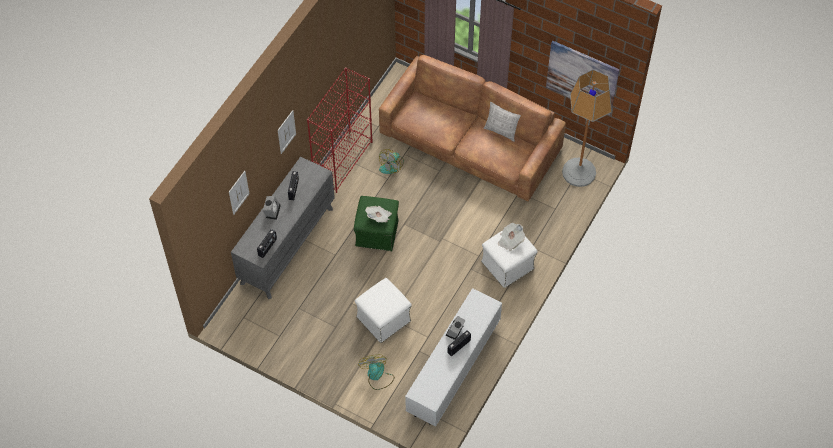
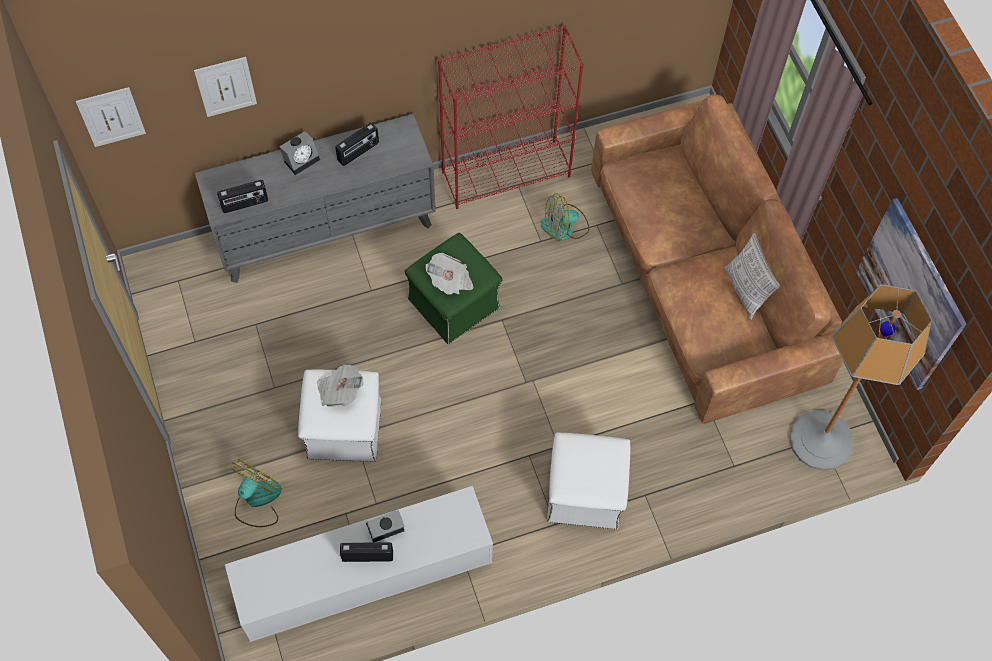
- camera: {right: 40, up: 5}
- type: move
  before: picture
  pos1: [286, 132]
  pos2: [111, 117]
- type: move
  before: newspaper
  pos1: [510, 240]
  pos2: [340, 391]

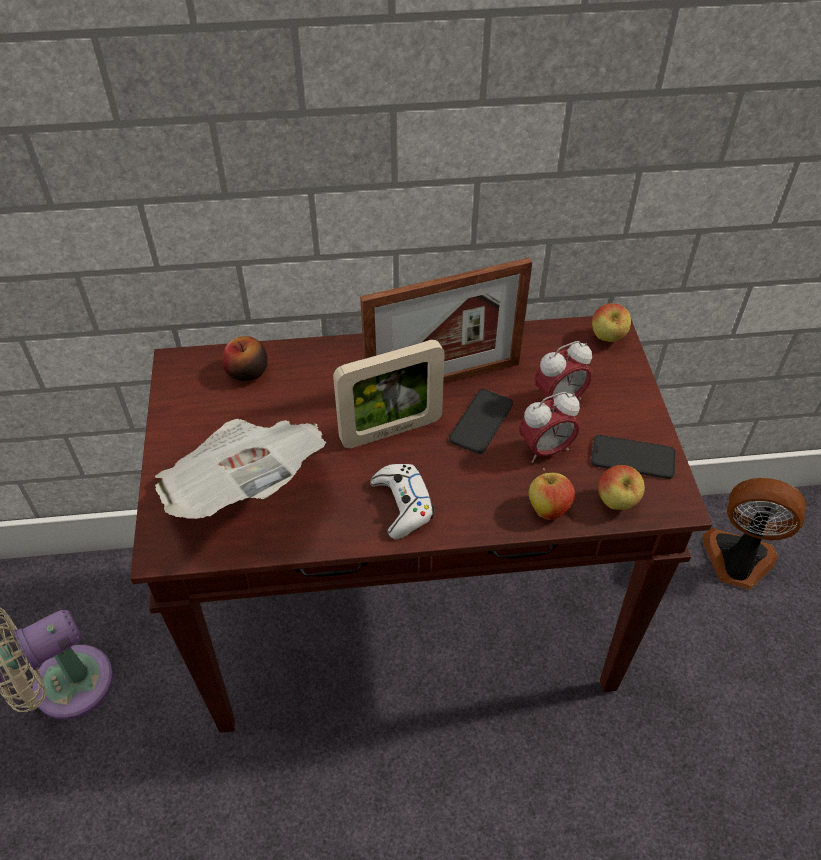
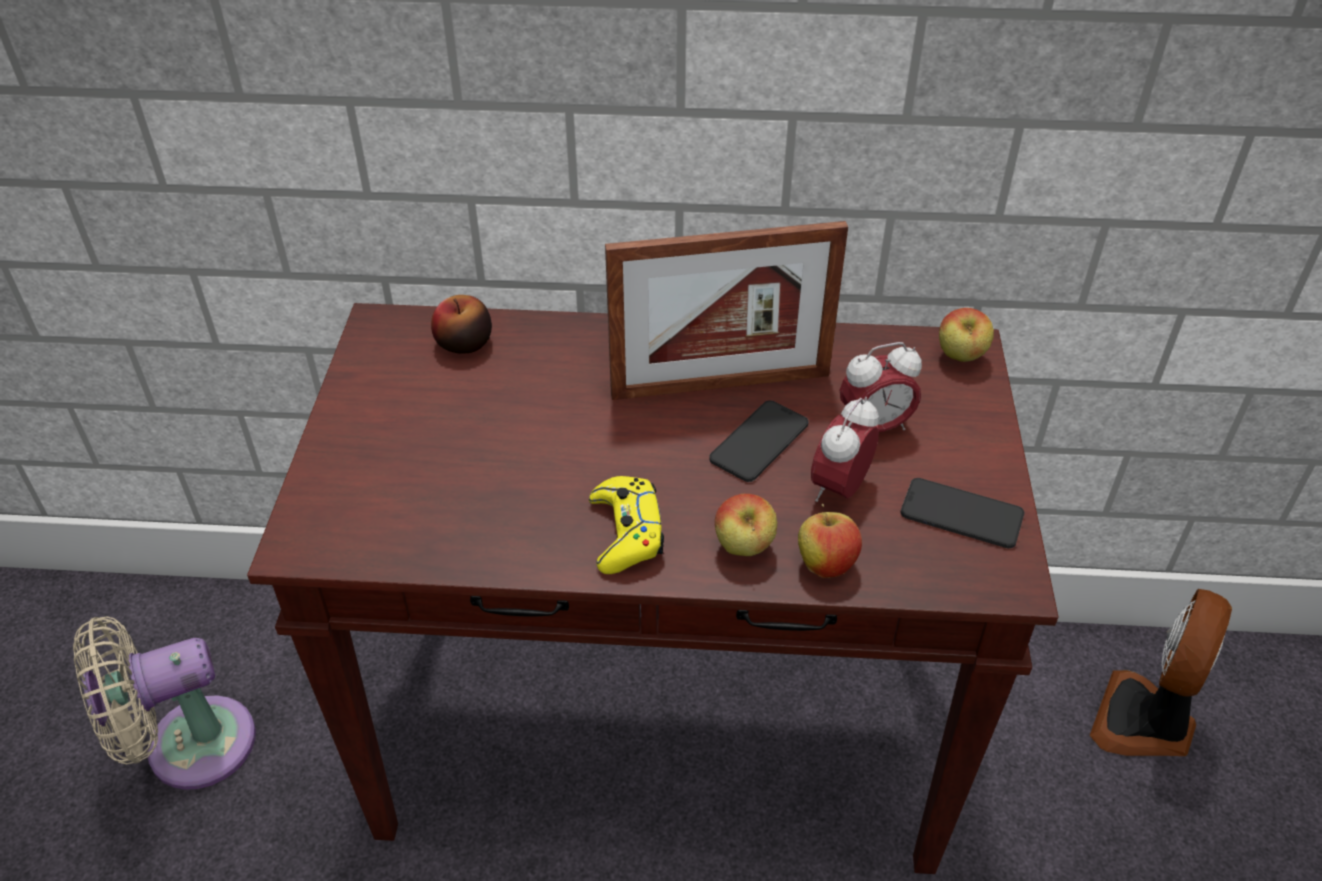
- camera: {right: 10, up: -5}
- type: delete
  before: newspaper
  pos1: [244, 488]
- type: delete
  before: picture frame
  pos1: [391, 431]
- type: recolor
  before: white game controller
  after: yellow game controller
  pos1: [402, 505]
  pos2: [626, 533]
- type: rotate
  before: alarm clock
  pos1: [545, 450]
  pos2: [840, 488]
  turn: 135
- type: move
  before: apple
  pos1: [616, 502]
  pos2: [744, 548]
- type: rotate
  before: fan
  pos1: [737, 561]
  pos2: [1145, 722]
  turn: -90

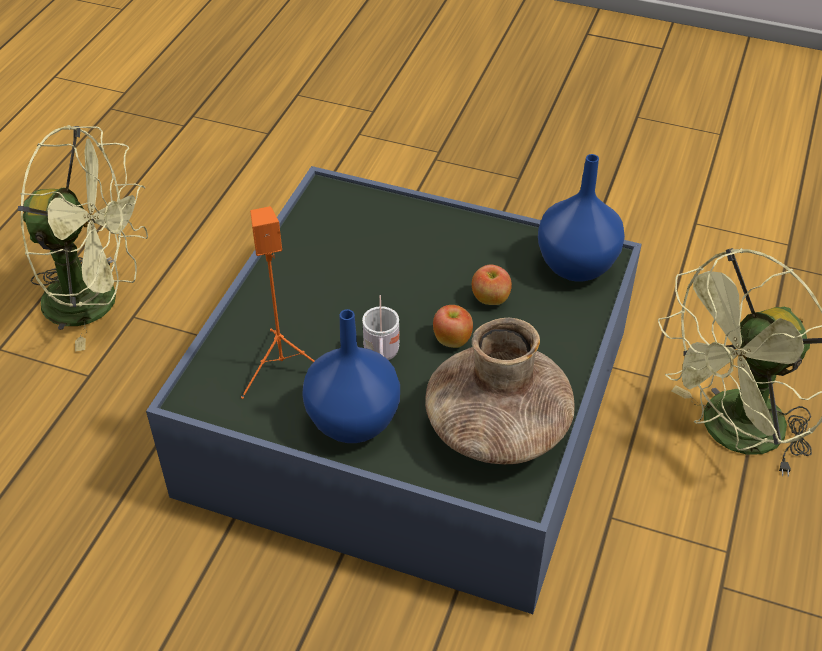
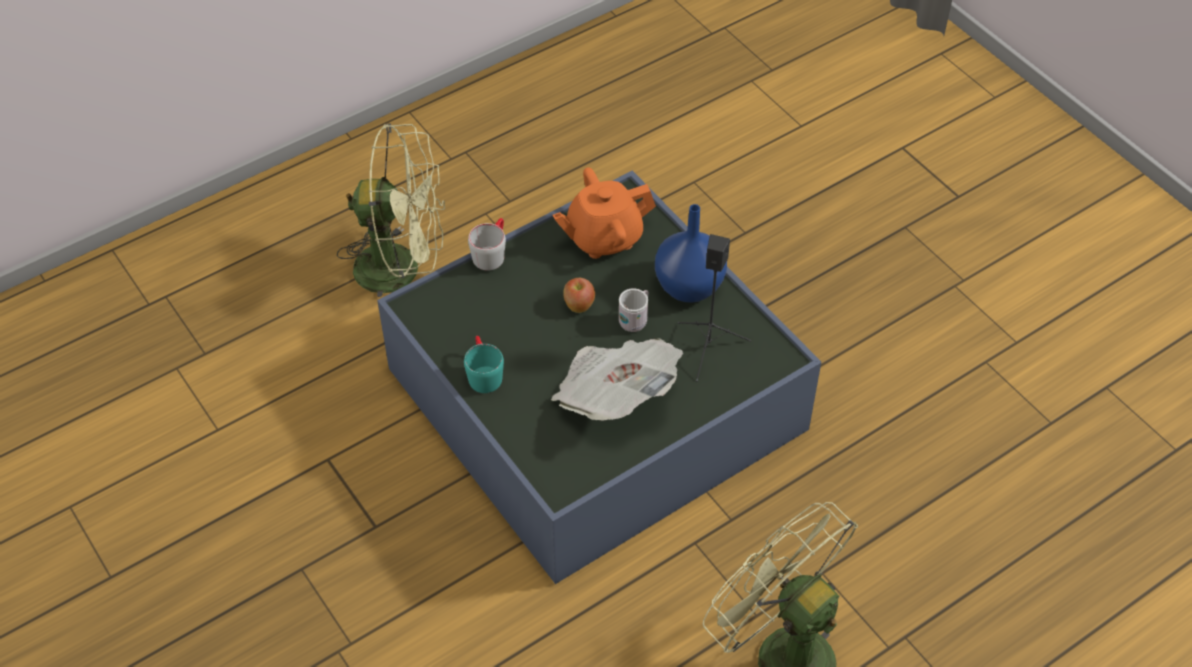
- camera: {right: -145, up: 5}
- type: recolor
  before: orange speaker
  after: black speaker
  pos1: [284, 367]
  pos2: [707, 347]
- type: replace
  before: brown vase
  after: orange teapot
  pos1: [497, 427]
  pos2: [603, 237]
- type: delete
  before: apple
  pos1: [490, 300]
- type: delete
  before: blue vase
  pos1: [574, 265]
- type: insert
  after: turquoise mug
  pos2: [483, 373]
- type: insert
  after: grey mug
  pos2: [491, 253]
- type: insert
  after: newspaper
  pos2: [615, 395]

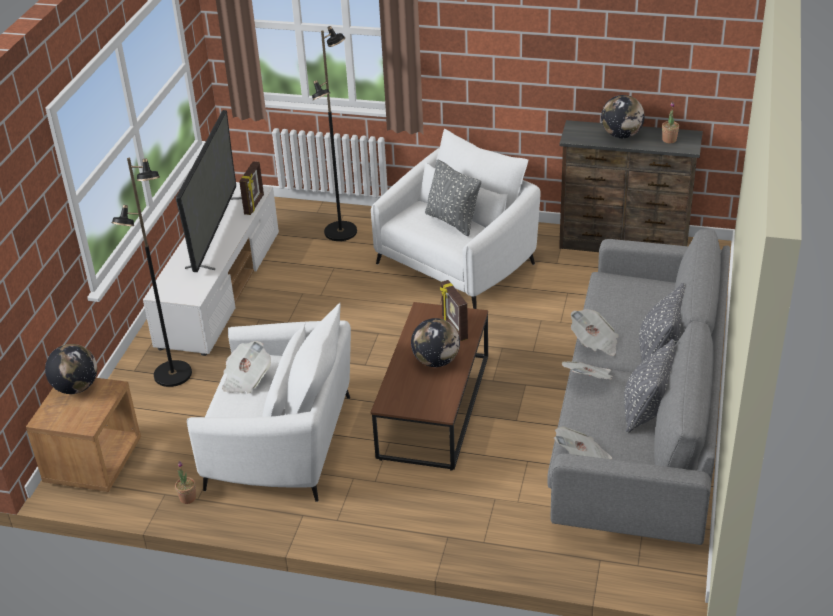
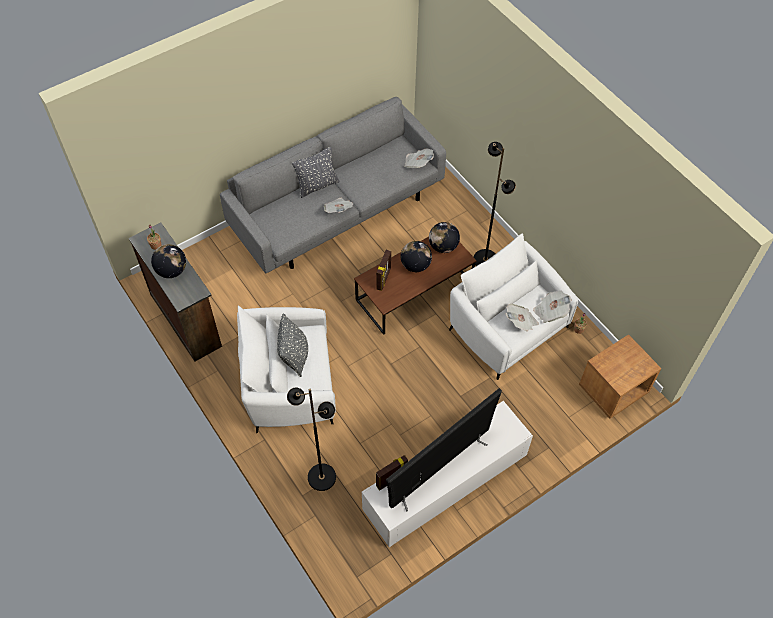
- camera: {right: -140, up: 20}
- type: move
  before: globe
  pos1: [76, 387]
  pos2: [443, 246]
- type: move
  before: black floor lamp
  pos1: [173, 375]
  pos2: [485, 259]
- type: move
  before: newspaper
  pos1: [589, 380]
  pos2: [550, 311]
- type: delete
  before: grey pillow
  pos1: [646, 411]

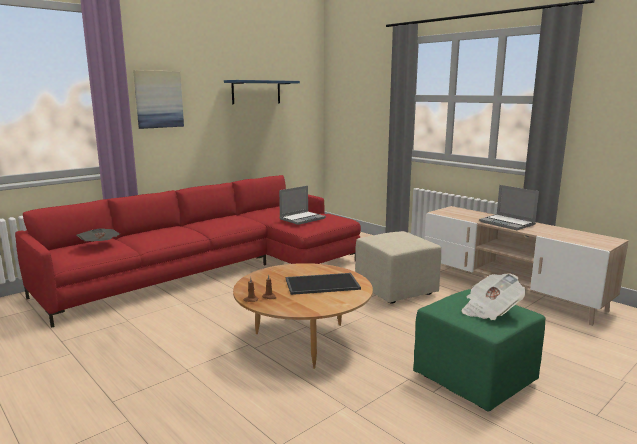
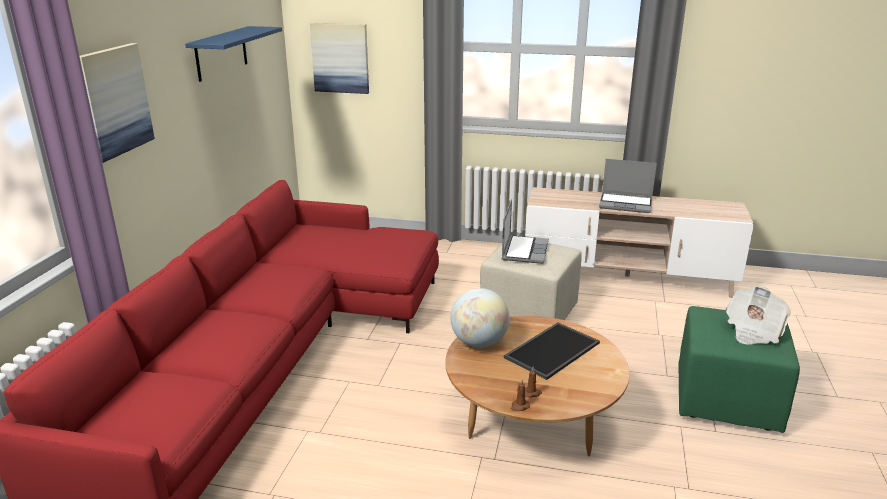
- camera: {right: -35, up: 10}
- type: delete
  before: newspaper
  pos1: [100, 246]
- type: move
  before: laptop
  pos1: [302, 219]
  pos2: [524, 250]
- type: insert
  after: picture
  pos2: [340, 58]
- type: insert
  after: globe
  pos2: [479, 343]

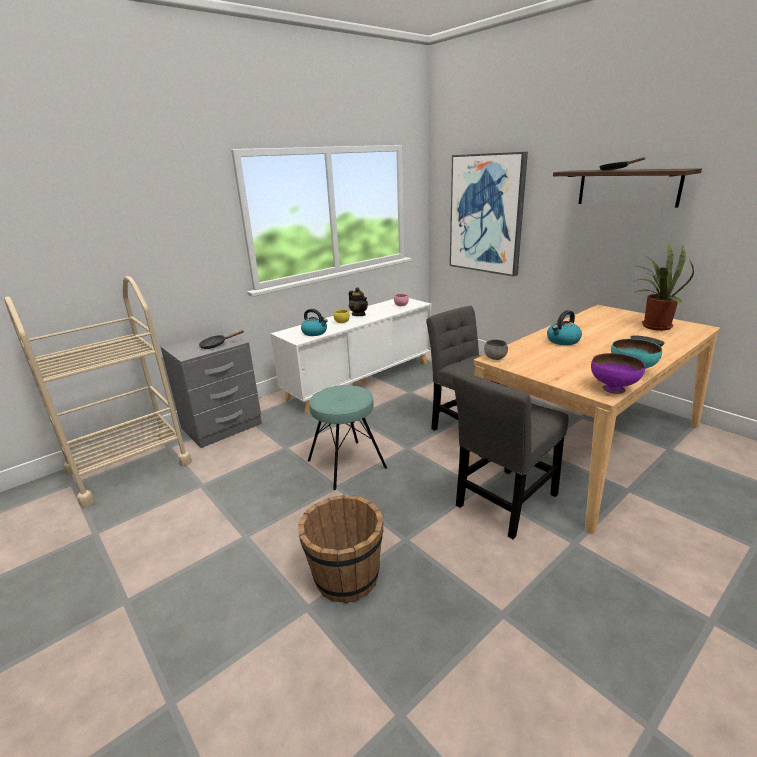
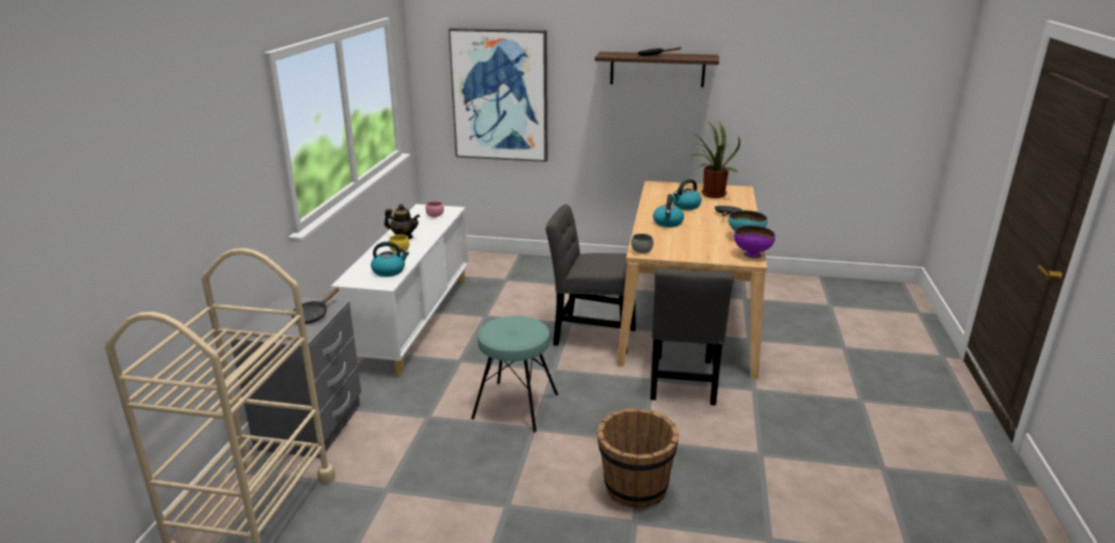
- camera: {right: -40, up: 0}
- type: insert
  after: kettle
  pos2: [685, 206]

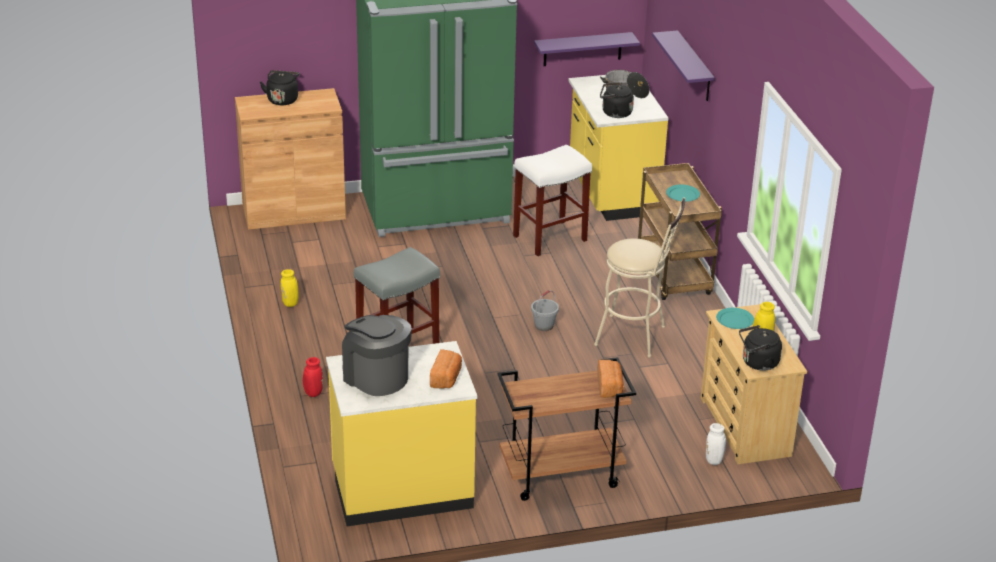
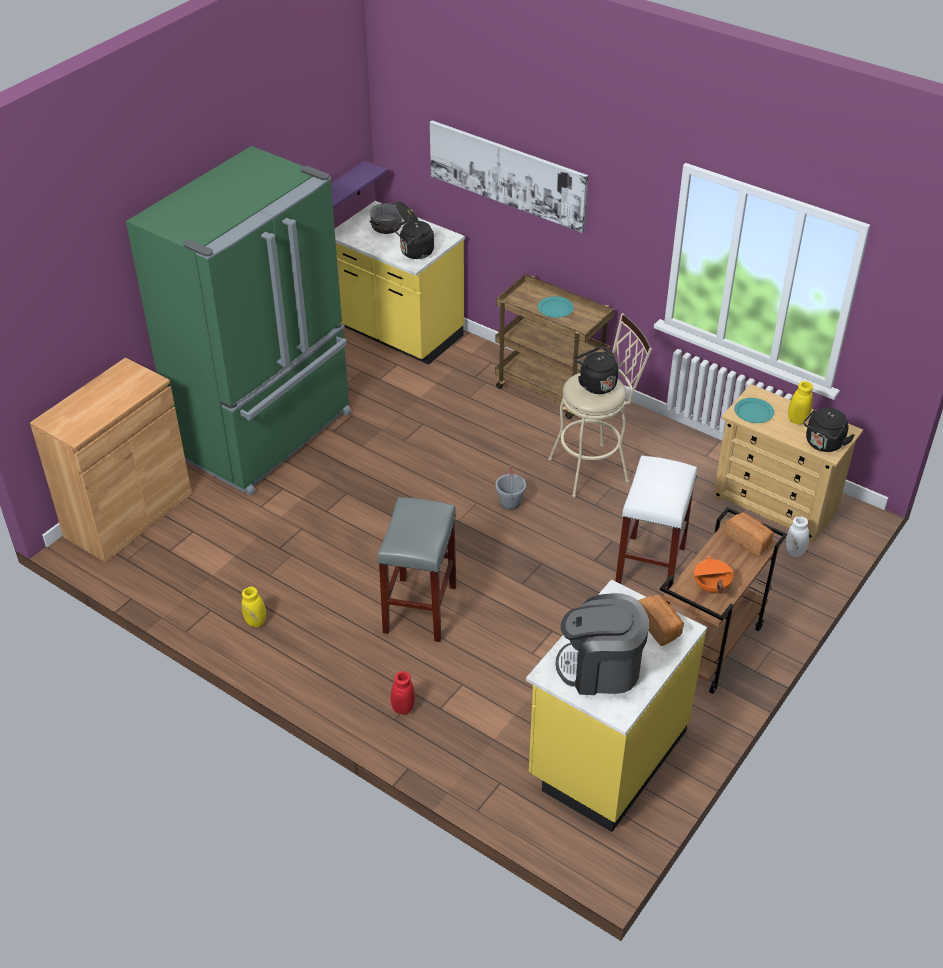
- camera: {right: -40, up: 10}
- type: move
  before: black kettle
  pos1: [282, 99]
  pos2: [595, 384]
- type: move
  before: white stool
  pos1: [549, 239]
  pos2: [650, 567]
- type: replace
  before: purple shelf
  after: picture
  pos1: [694, 67]
  pos2: [507, 174]
- type: insert
  after: orange cooking pot
  pos2: [710, 587]

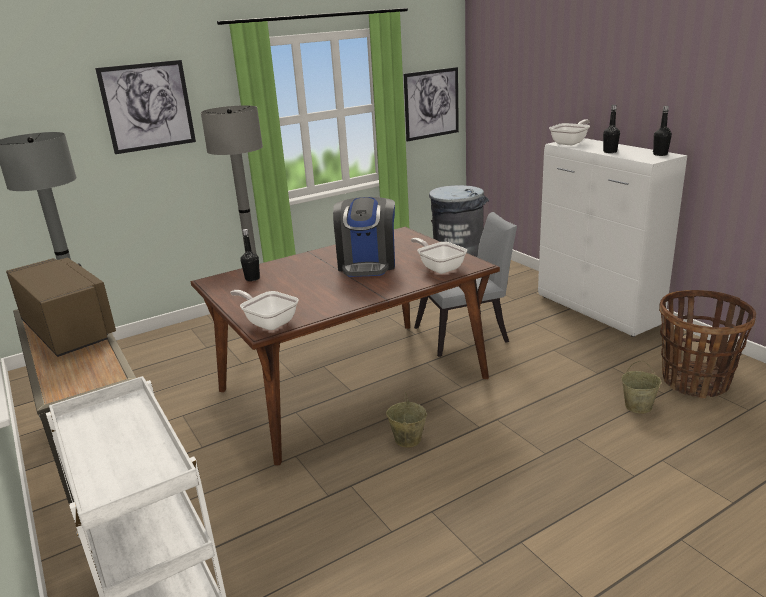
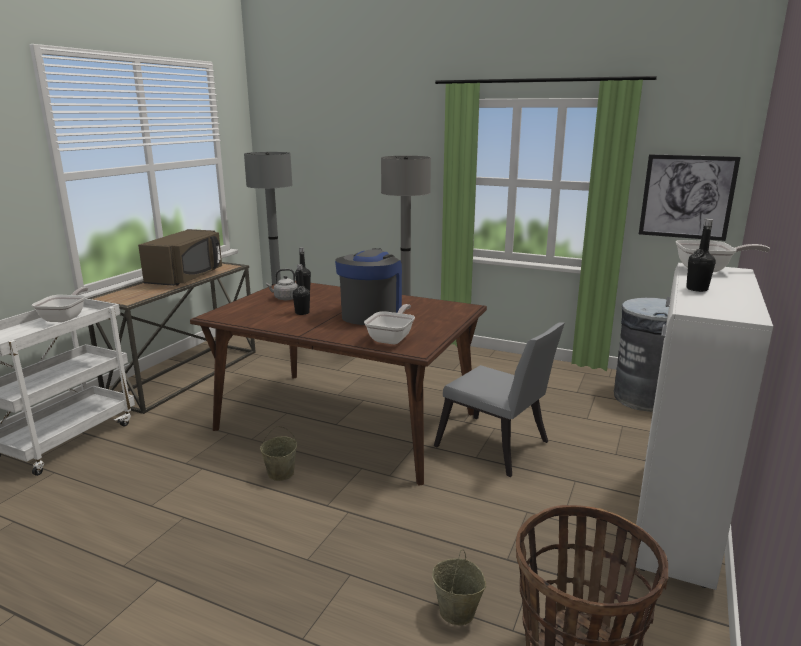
- camera: {right: 55, up: -5}
- type: delete
  before: picture
  pos1: [148, 106]
- type: move
  before: frying pan
  pos1: [268, 322]
  pos2: [66, 317]
- type: rotate
  before: coffee machine
  pos1: [367, 264]
  pos2: [371, 313]
  turn: 135
- type: move
  before: black bottle
  pos1: [660, 154]
  pos2: [302, 313]
- type: insert
  after: grey kettle
  pos2: [285, 298]

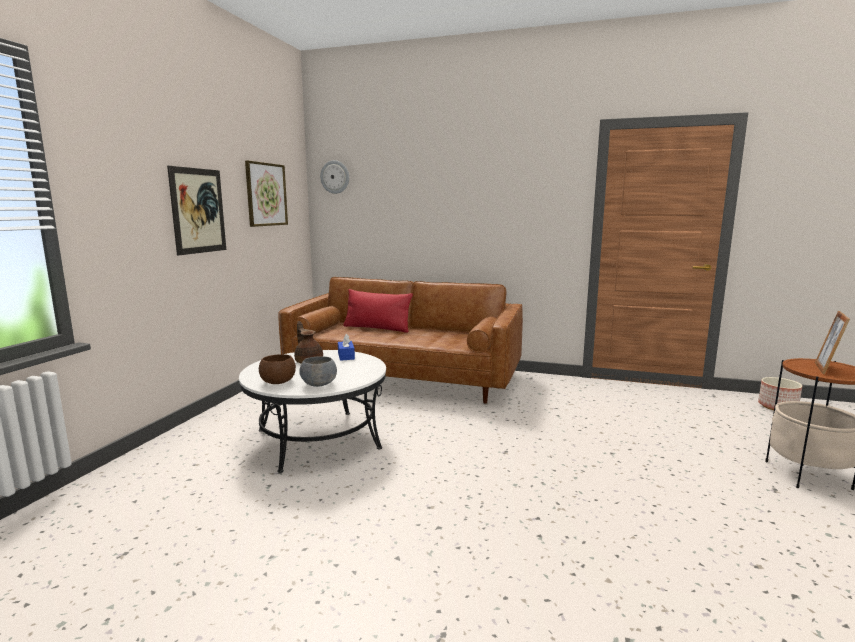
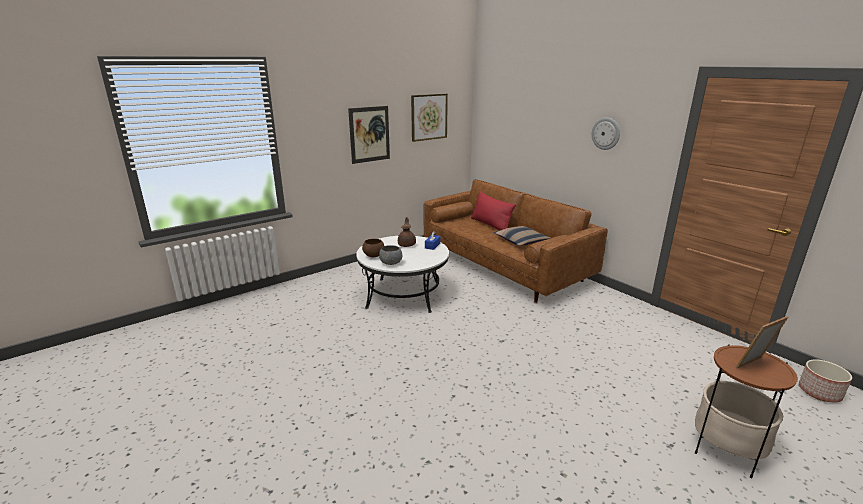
- camera: {right: 35, up: 10}
- type: move
  before: wall clock
  pos1: [335, 177]
  pos2: [606, 133]
- type: insert
  after: pillow
  pos2: [521, 241]

